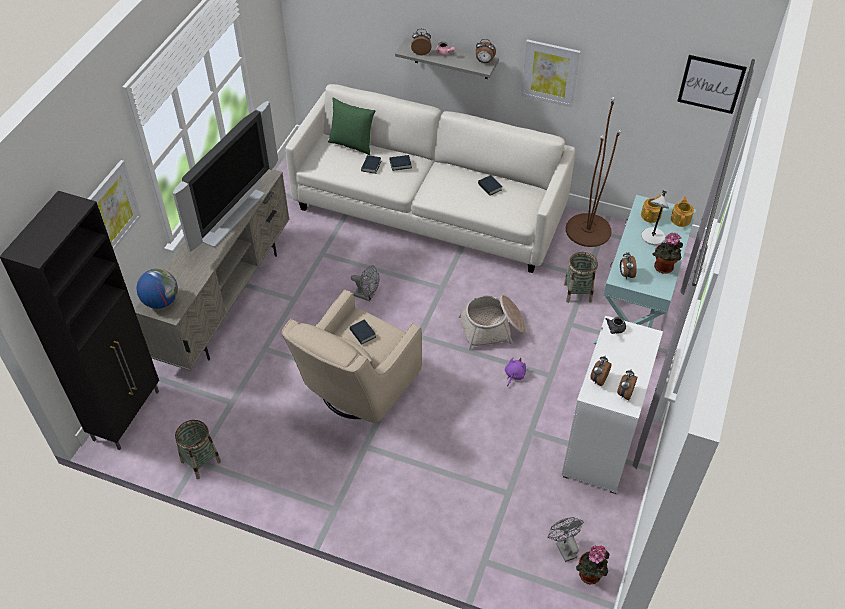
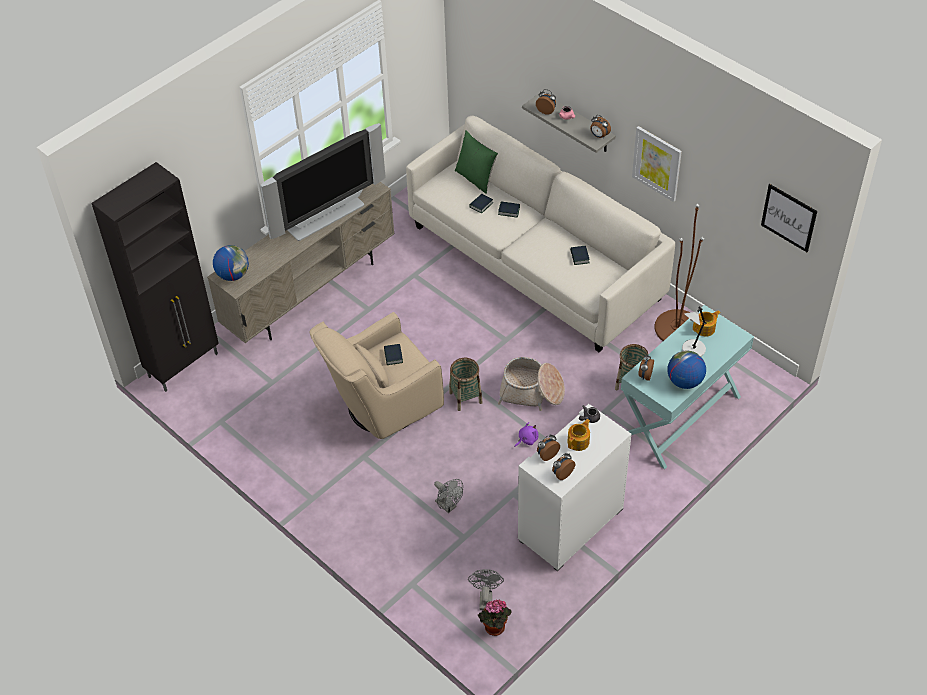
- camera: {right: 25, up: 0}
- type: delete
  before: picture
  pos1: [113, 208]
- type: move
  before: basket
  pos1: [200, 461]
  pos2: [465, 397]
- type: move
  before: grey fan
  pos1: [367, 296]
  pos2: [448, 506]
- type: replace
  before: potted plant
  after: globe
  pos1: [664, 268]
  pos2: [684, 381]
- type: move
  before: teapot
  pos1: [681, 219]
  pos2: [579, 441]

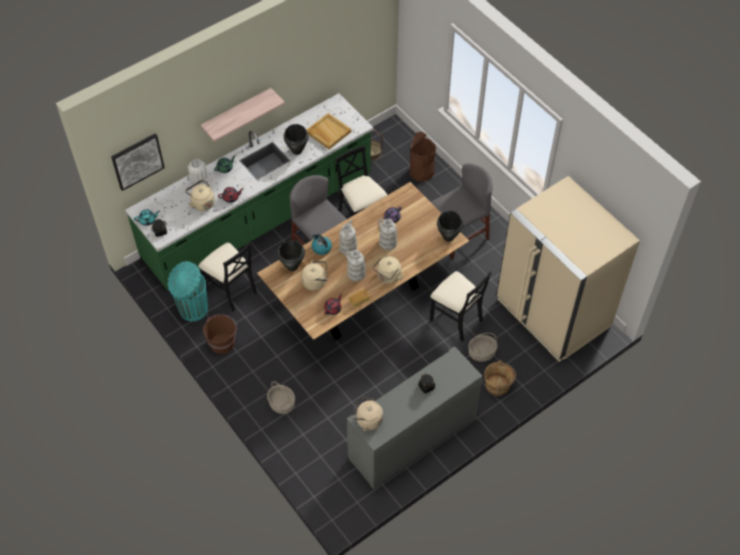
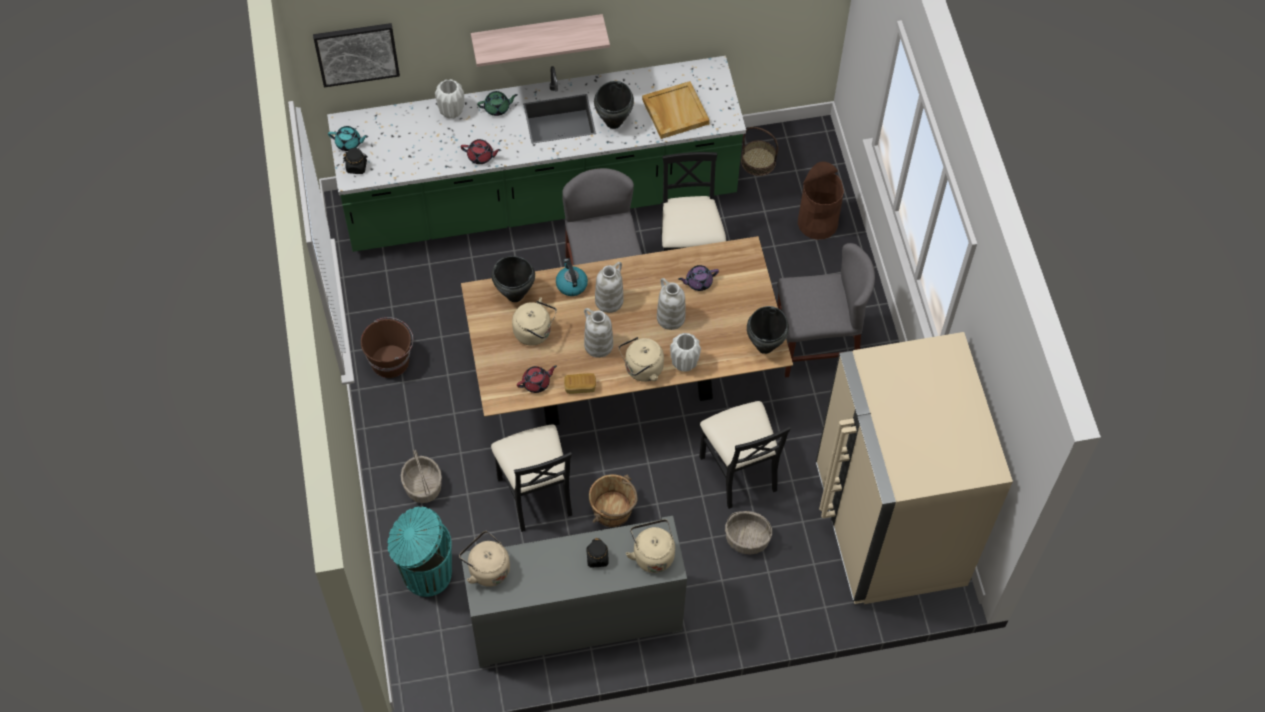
- camera: {right: 25, up: 5}
- type: move
  before: turquoise trash can
  pos1: [192, 309]
  pos2: [425, 574]
- type: move
  before: beige kettle
  pos1: [202, 203]
  pos2: [652, 554]
- type: move
  before: black chair
  pos1: [231, 290]
  pos2: [536, 494]
- type: move
  before: brown bucket
  pos1: [498, 385]
  pos2: [613, 510]
- type: insert
  after: white vase
  pos2: [684, 363]

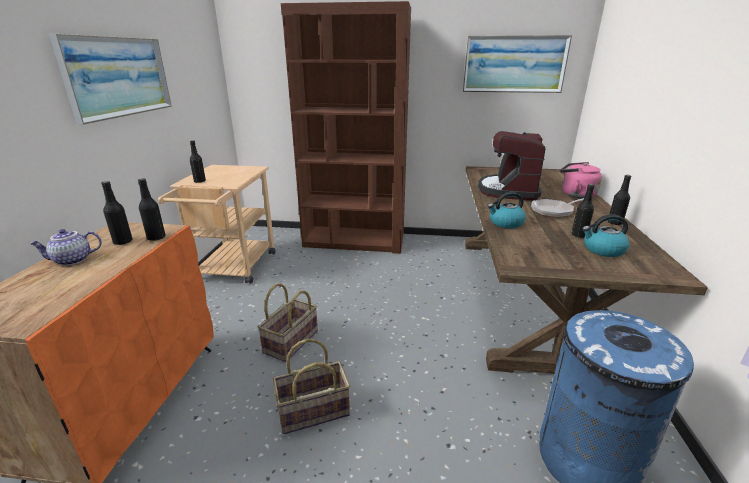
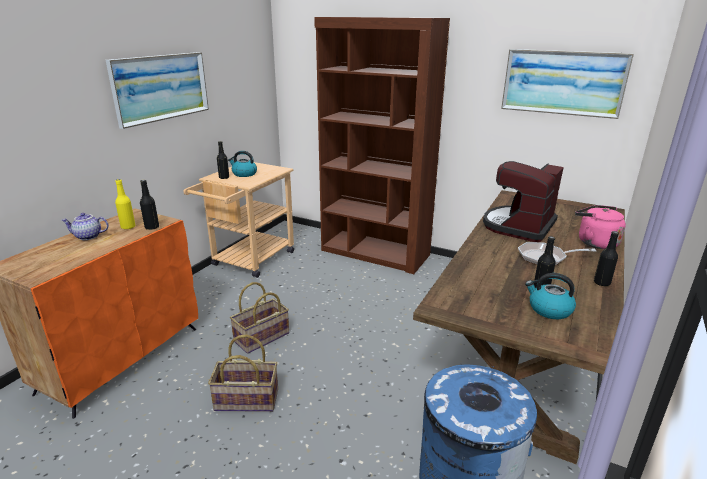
- camera: {right: 20, up: 0}
- type: recolor
  before: black bottle
  after: yellow bottle
  pos1: [123, 241]
  pos2: [128, 227]
- type: move
  before: kettle
  pos1: [505, 223]
  pos2: [244, 174]

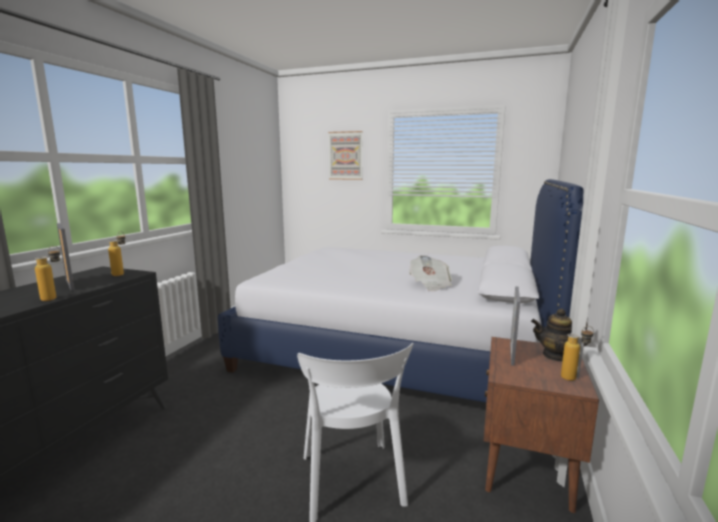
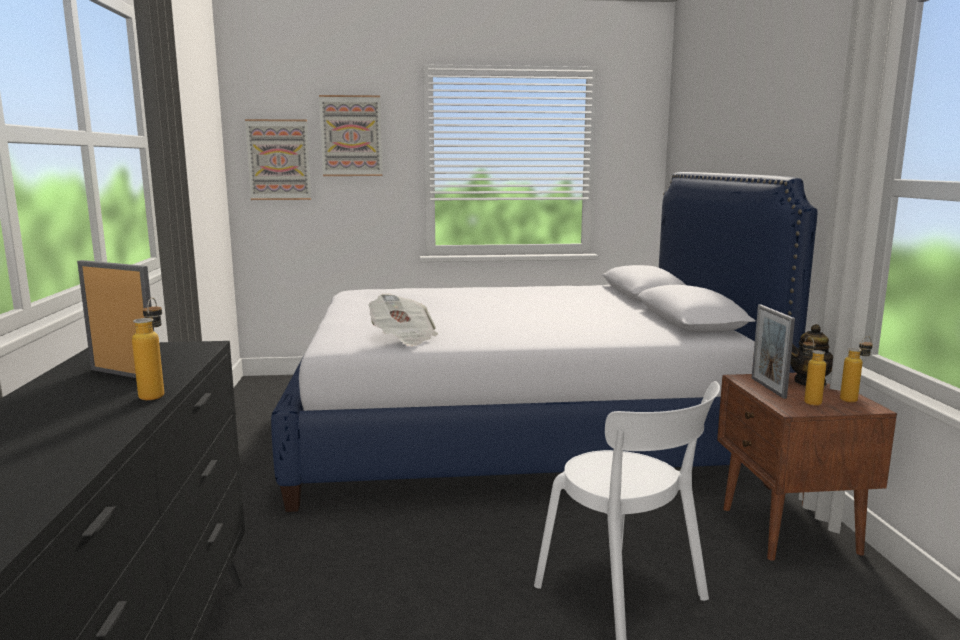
- camera: {right: -25, up: 0}
- type: move
  before: bottle
  pos1: [121, 274]
  pos2: [808, 401]
- type: move
  before: newspaper
  pos1: [430, 284]
  pos2: [403, 338]
- type: insert
  after: picture
  pos2: [279, 160]

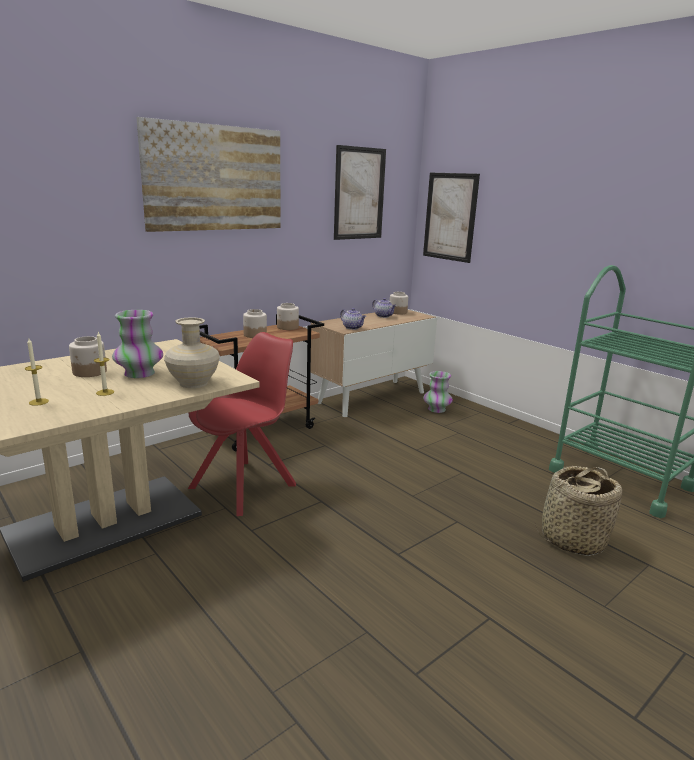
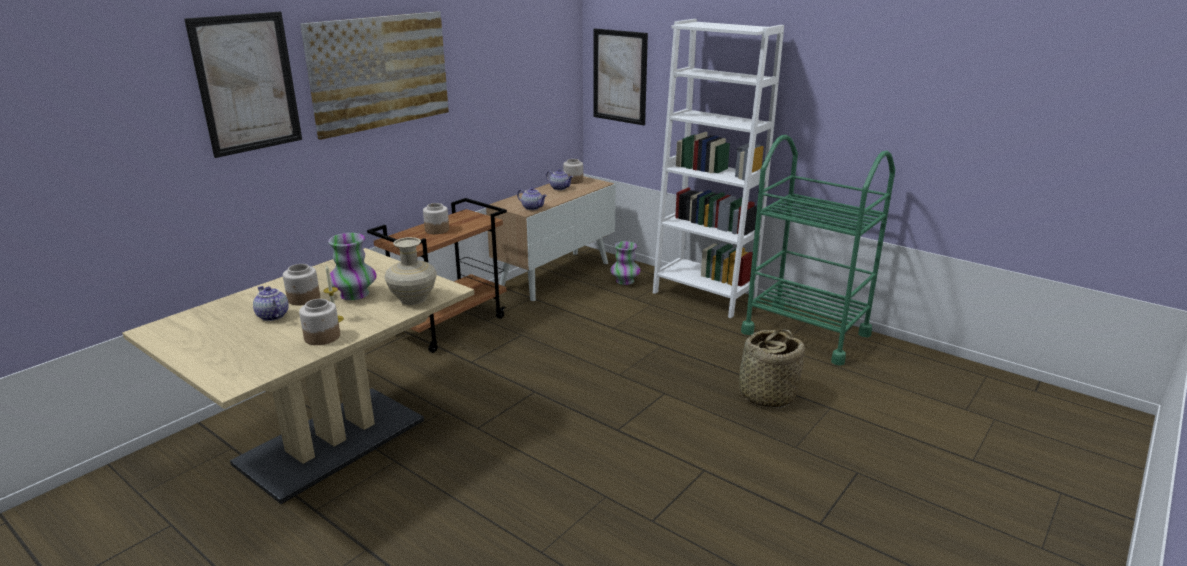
- camera: {right: -10, up: 5}
- type: delete
  before: candle
  pos1: [38, 402]
- type: delete
  before: red chair
  pos1: [245, 485]
- type: move
  before: jar
  pos1: [287, 327]
  pos2: [322, 337]
- type: move
  before: picture
  pos1: [359, 193]
  pos2: [247, 83]
- type: insert
  after: teapot
  pos2: [272, 316]
- type: insert
  after: white bookcase
  pos2: [704, 296]

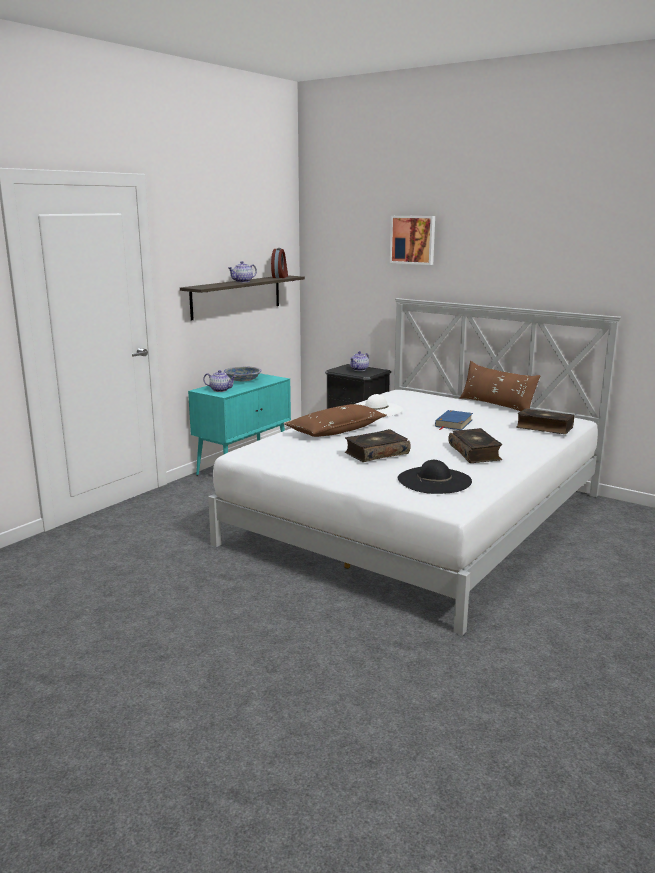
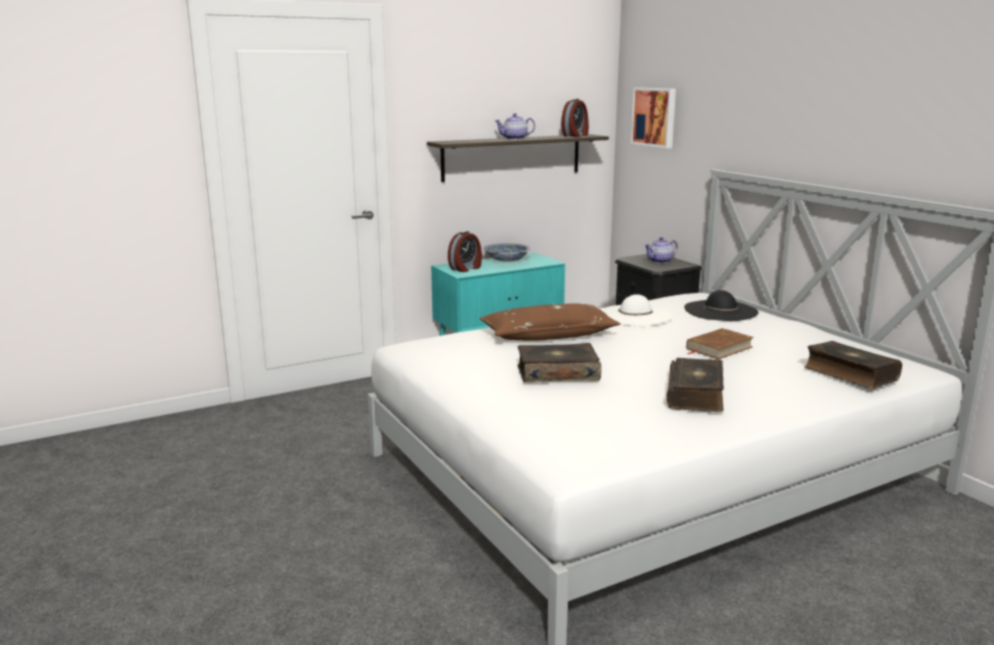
- camera: {right: 25, up: 0}
- type: replace
  before: teapot
  after: alarm clock
  pos1: [220, 390]
  pos2: [466, 268]
- type: move
  before: picture
  pos1: [413, 239]
  pos2: [655, 117]
- type: move
  before: black hat
  pos1: [434, 480]
  pos2: [720, 310]
- type: recolor
  before: blue book
  after: brown book
  pos1: [453, 423]
  pos2: [718, 348]
- type: delete
  before: brown pillow
  pos1: [496, 405]

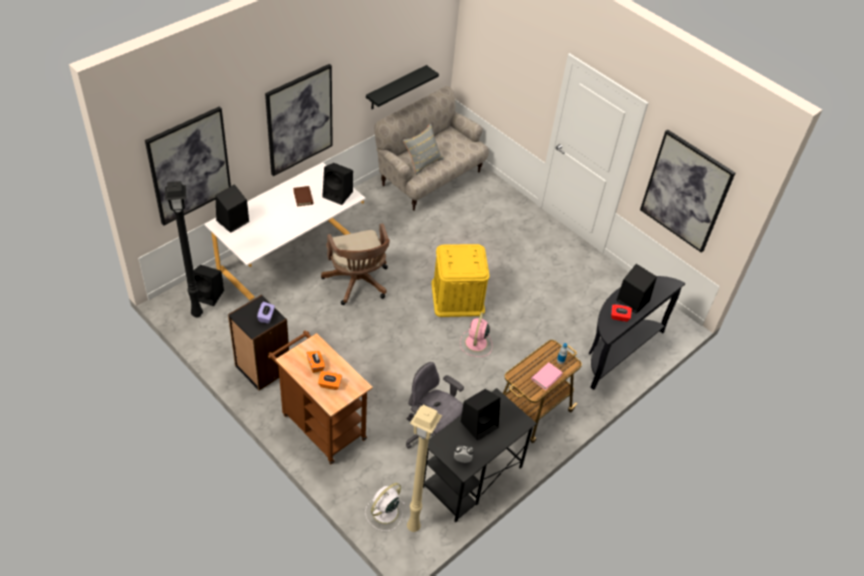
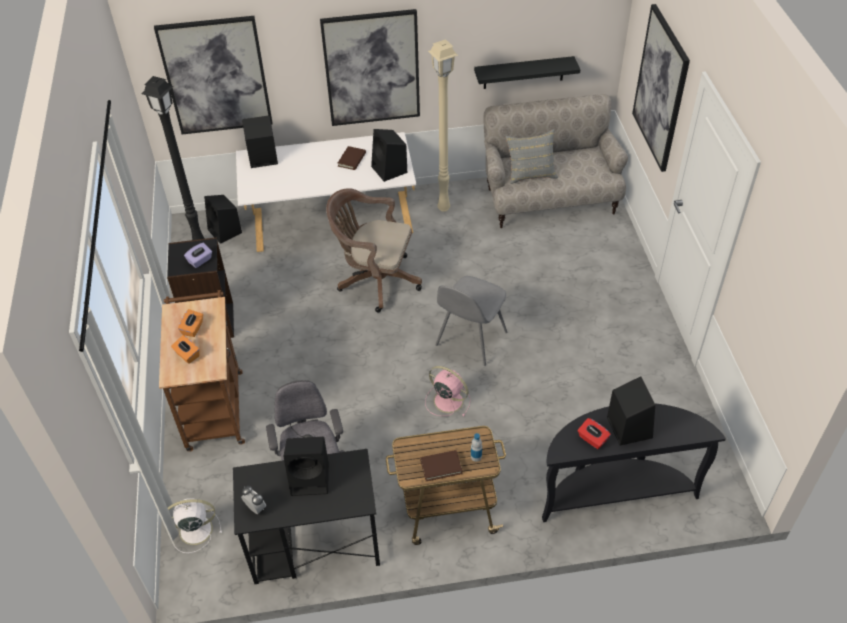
- camera: {right: 40, up: 0}
- type: rotate
  before: brown office chair
  pos1: [358, 284]
  pos2: [375, 280]
  turn: 90
- type: move
  before: beige floor lamp
  pos1: [413, 526]
  pos2: [444, 207]
- type: replace
  before: yellow storage box
  after: grey chair
  pos1: [457, 297]
  pos2: [470, 340]
- type: rotate
  before: pink fan
  pos1: [476, 343]
  pos2: [447, 400]
  turn: 75
- type: recolor
  before: pink book
  after: brown book
  pos1: [546, 377]
  pos2: [441, 466]
- type: move
  before: picture
  pos1: [686, 191]
  pos2: [661, 89]

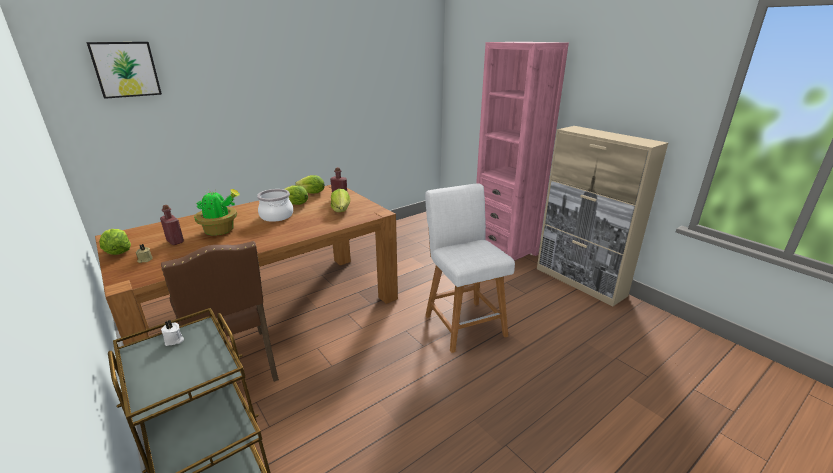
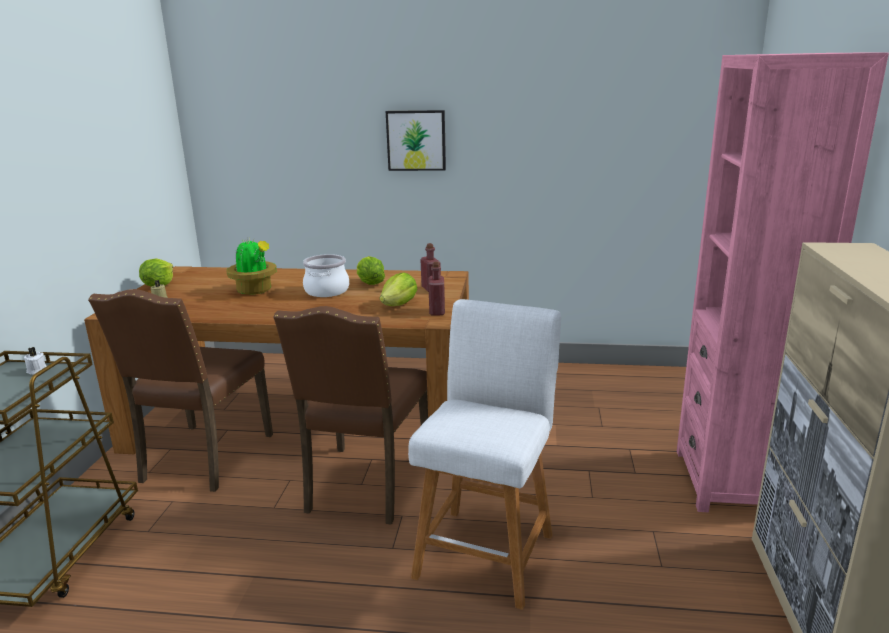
- camera: {right: 45, up: -5}
- type: move
  before: picture
  pos1: [125, 69]
  pos2: [416, 140]
- type: move
  before: red bottle
  pos1: [175, 241]
  pos2: [437, 311]
- type: delete
  before: lettuce
  pos1: [312, 193]
- type: insert
  after: brown chair
  pos2: [365, 485]

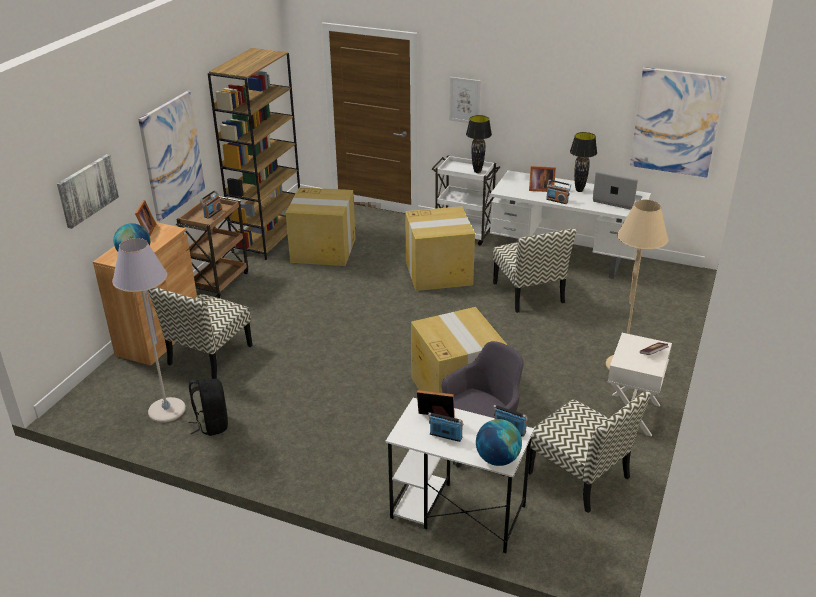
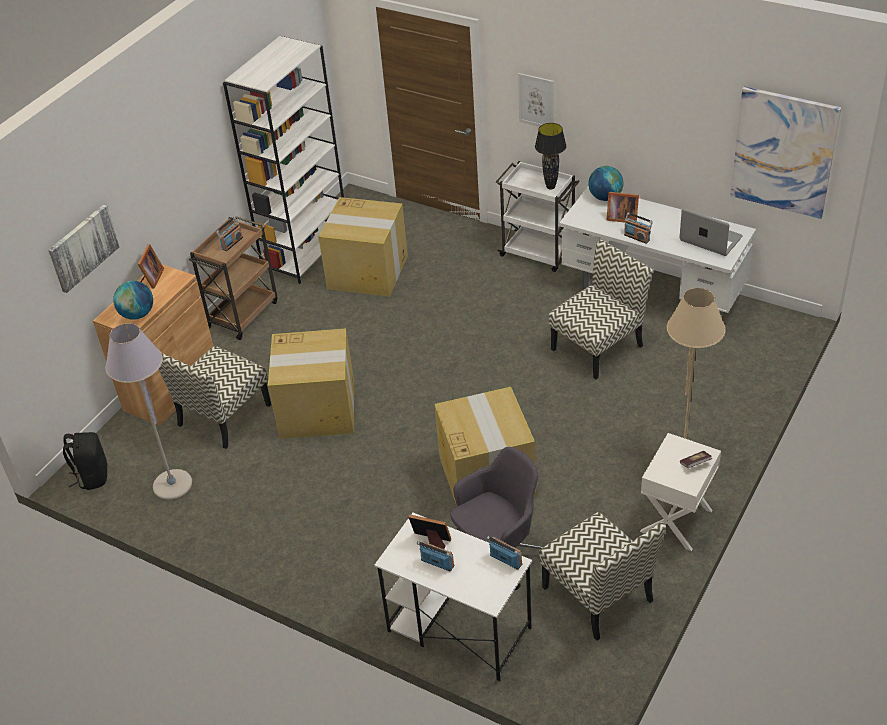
- camera: {right: 10, up: 10}
- type: delete
  before: picture
  pos1: [172, 155]
- type: move
  before: black backpack
  pos1: [211, 424]
  pos2: [92, 476]
- type: recolor
  before: brown bookcase
  after: white bookcase
  pos1: [268, 238]
  pos2: [306, 251]
- type: move
  before: cardboard box
  pos1: [439, 272]
  pos2: [318, 409]
- type: move
  before: globe
  pos1: [497, 459]
  pos2: [605, 197]
- type: rotate
  before: chair
  pos1: [529, 293]
  pos2: [598, 346]
  turn: -120
- type: delete
  before: black table lamp
  pos1: [579, 190]

